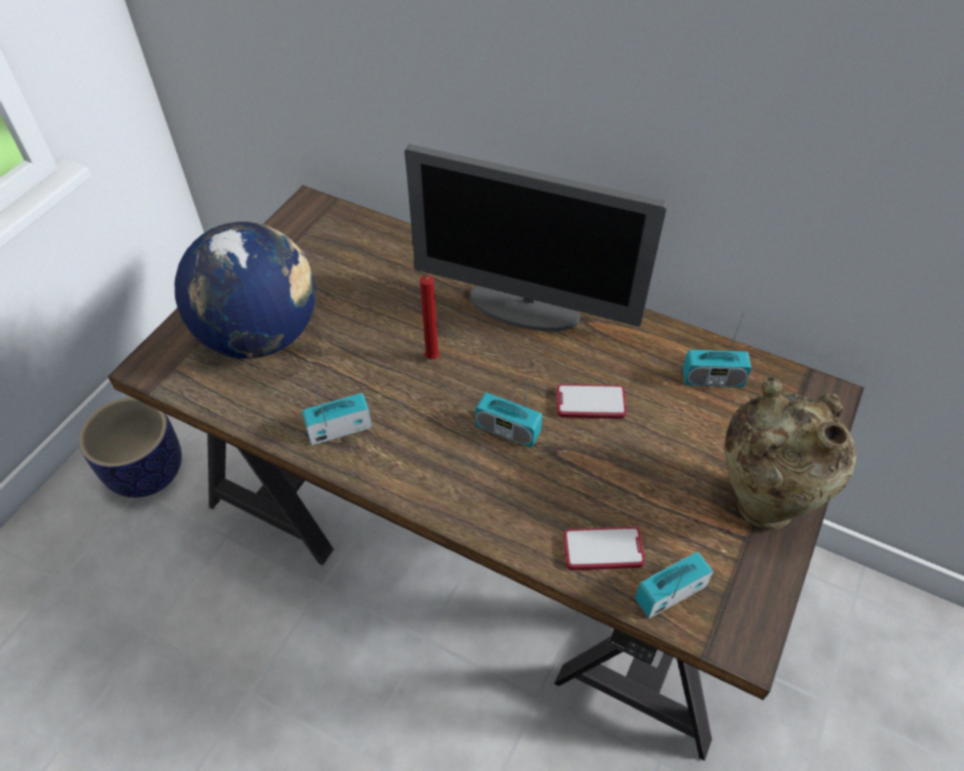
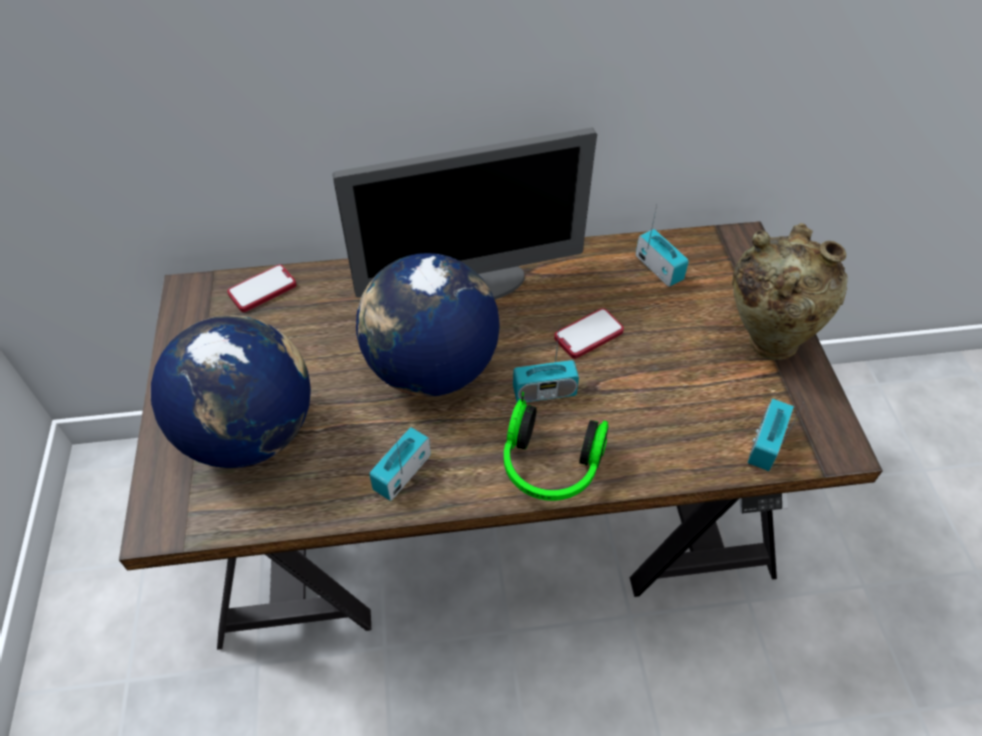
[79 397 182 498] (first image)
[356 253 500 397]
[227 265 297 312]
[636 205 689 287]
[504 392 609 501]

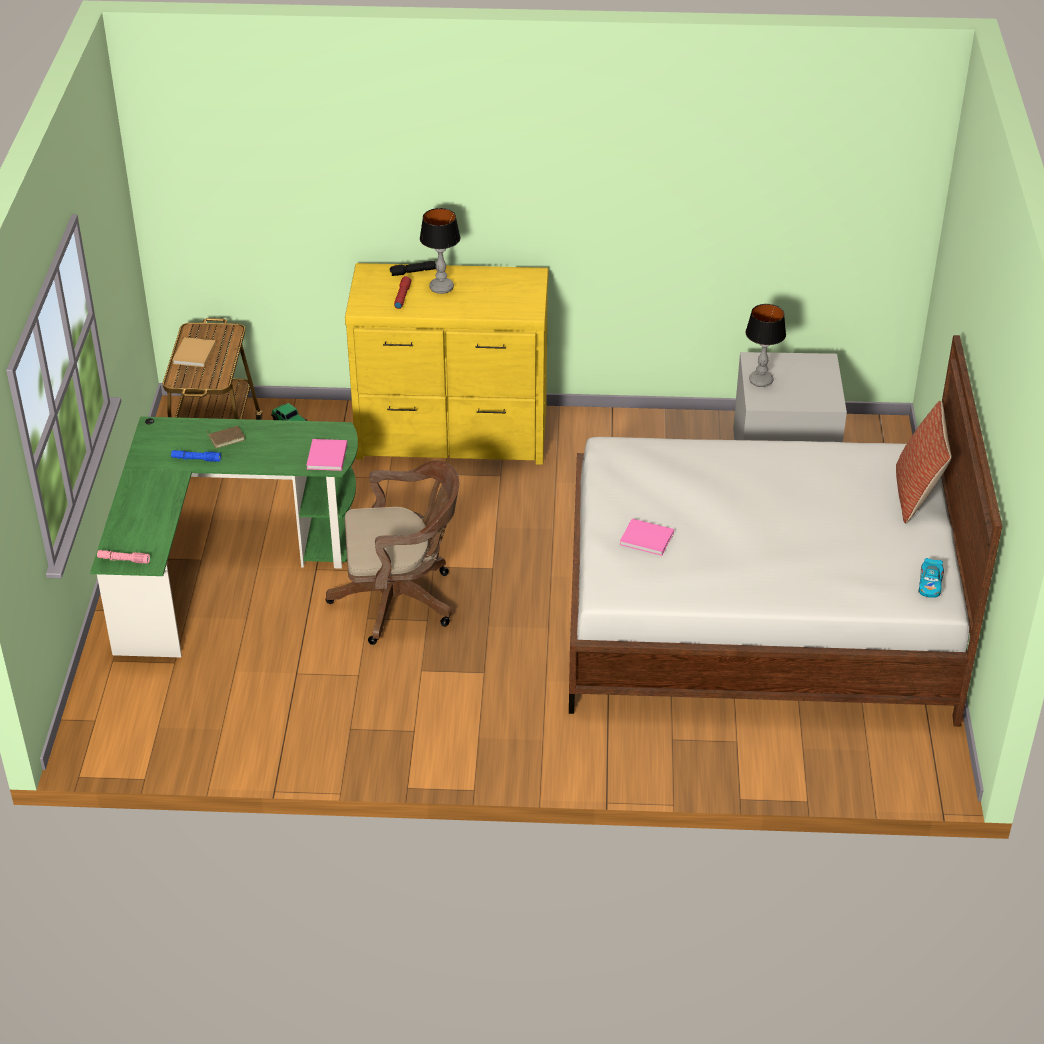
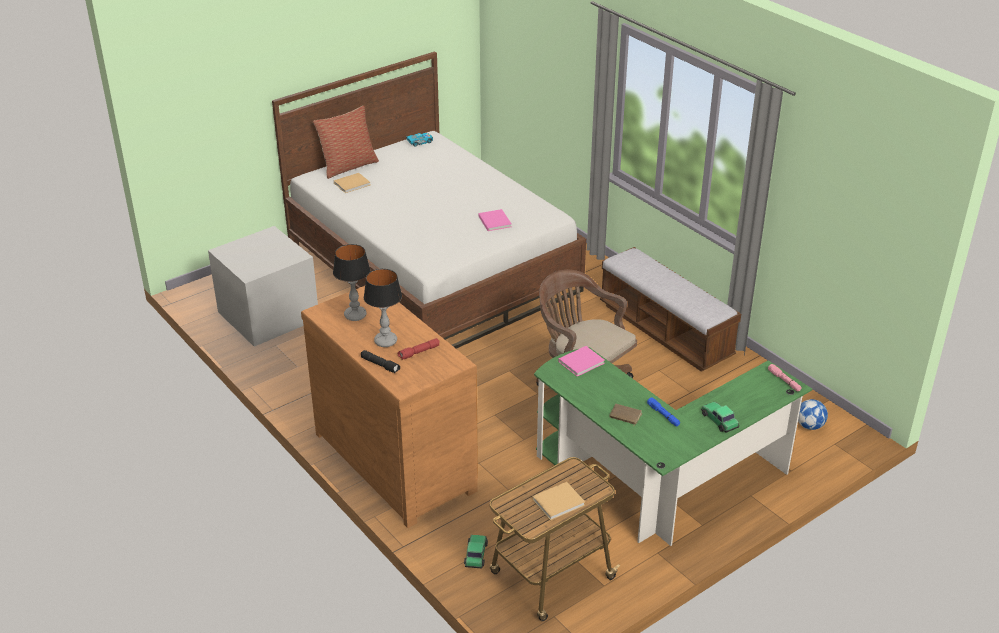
[301 286 478 528]
[333 244 370 321]
[334 173 370 193]
[600 247 741 372]
[701 402 739 433]
[798 399 828 430]

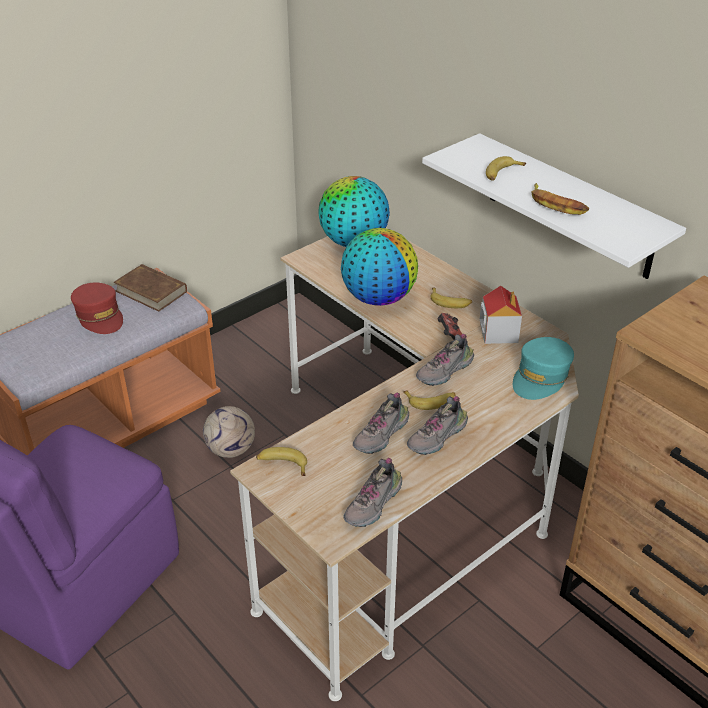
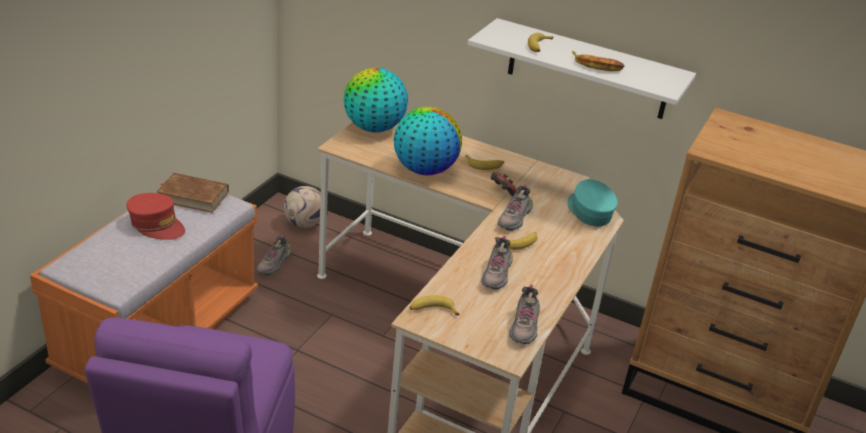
[284 186 321 228]
[256 235 292 275]
[480 286 522 344] (first image)
[568 179 618 226]

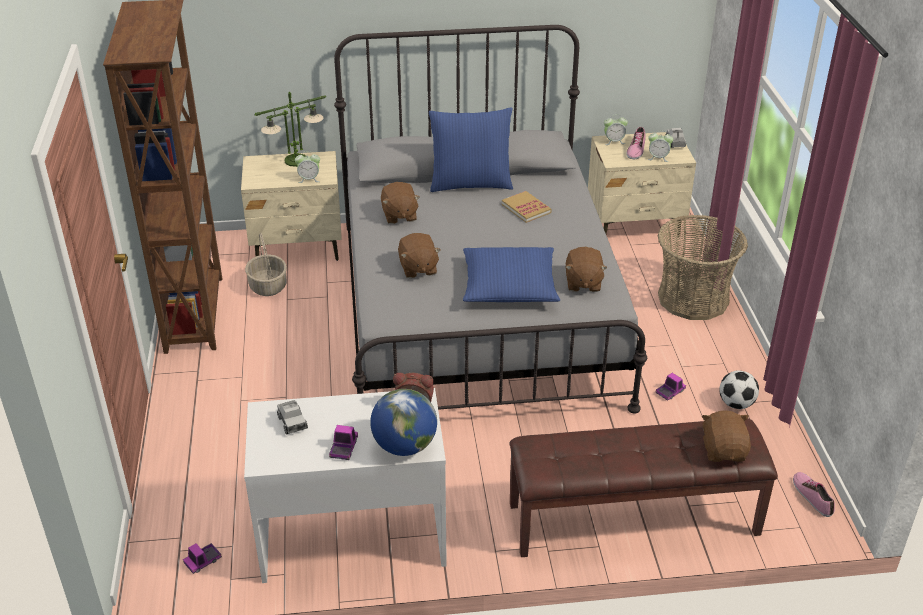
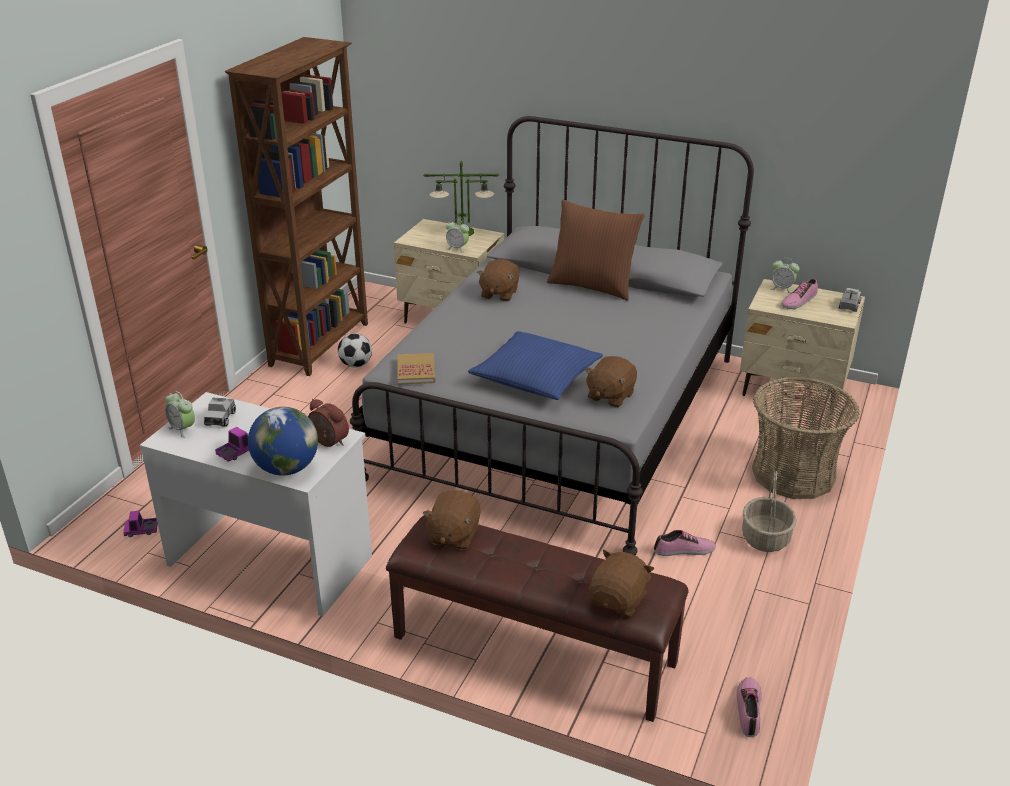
[742 471 796 552]
[423 490 481 550]
[547 200 645 301]
[397 353 435 385]
[165 391 195 438]
[654 530 716 556]
[338 333 372 368]

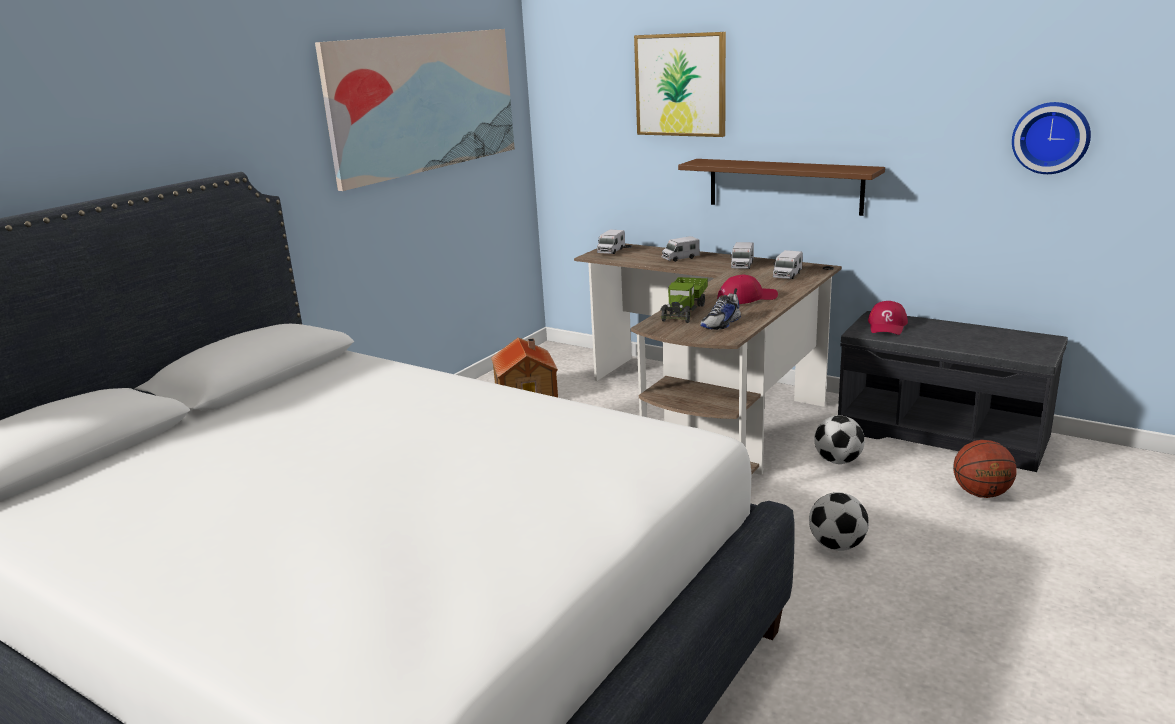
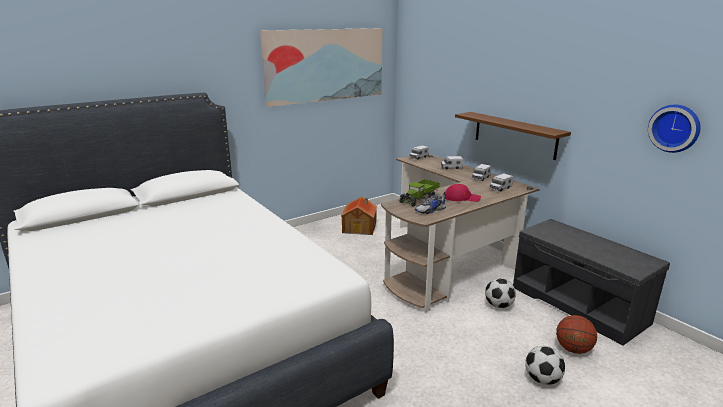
[634 32 726 137] (first image)
[525 346 565 385]
[868 301 908 335] (first image)

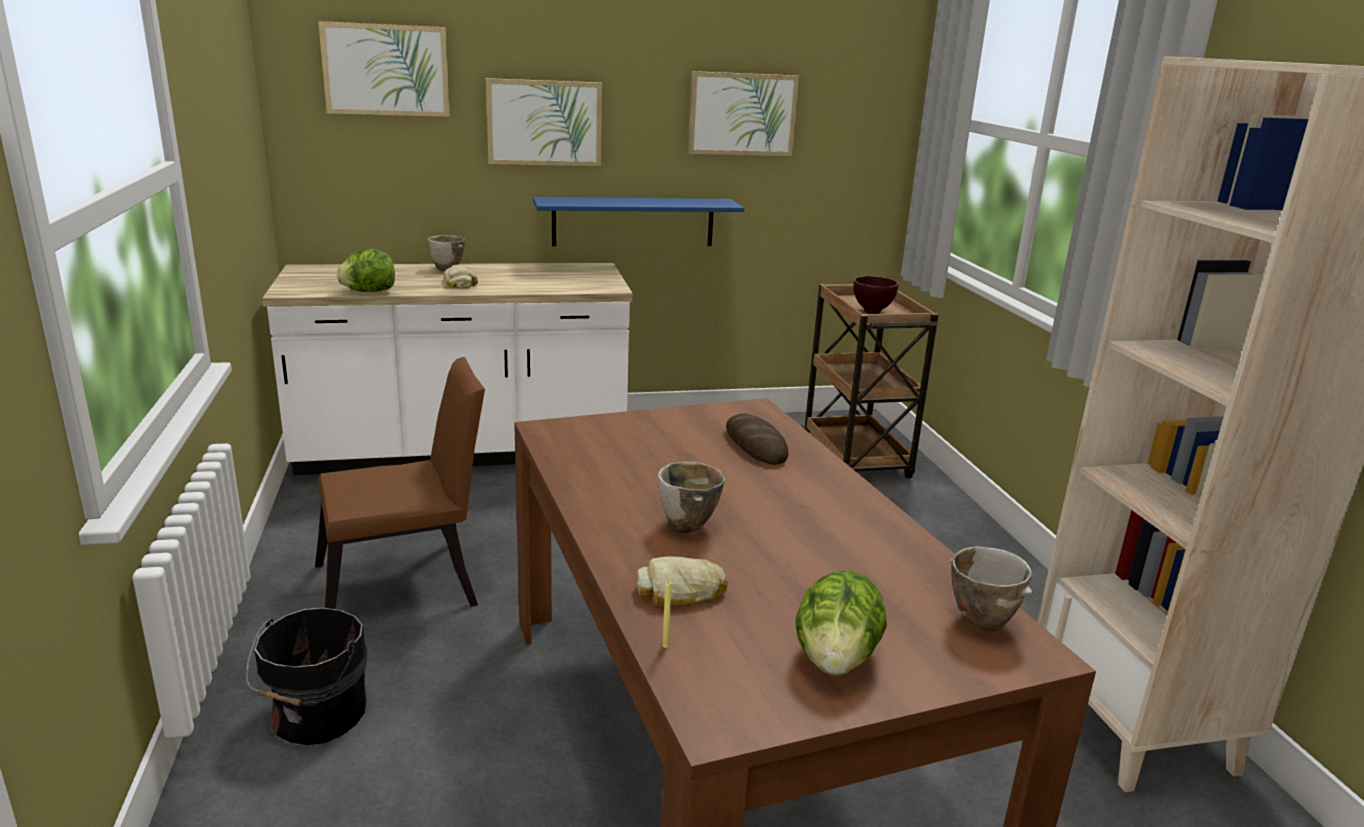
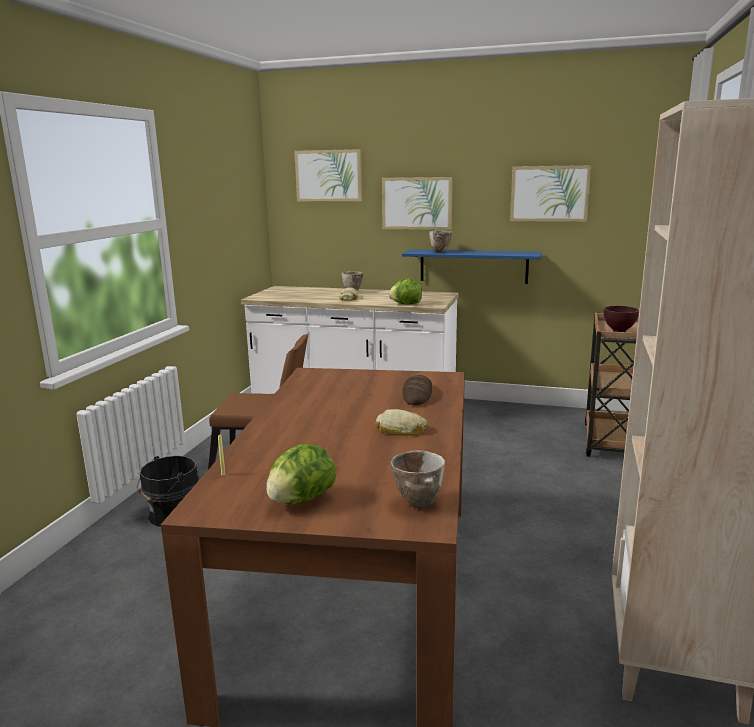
[389 278 422 305]
[376 409 427 434]
[429 230 452 252]

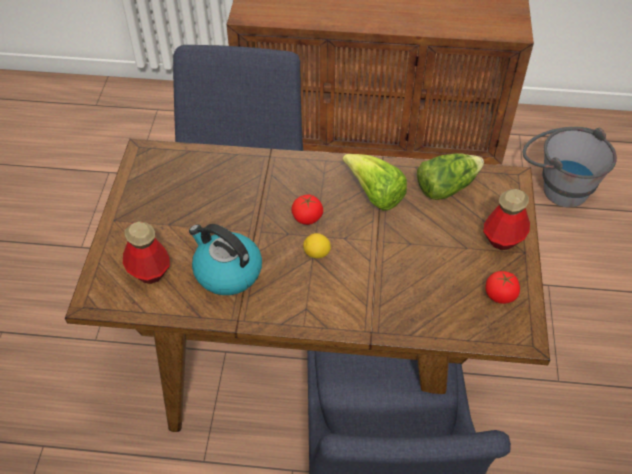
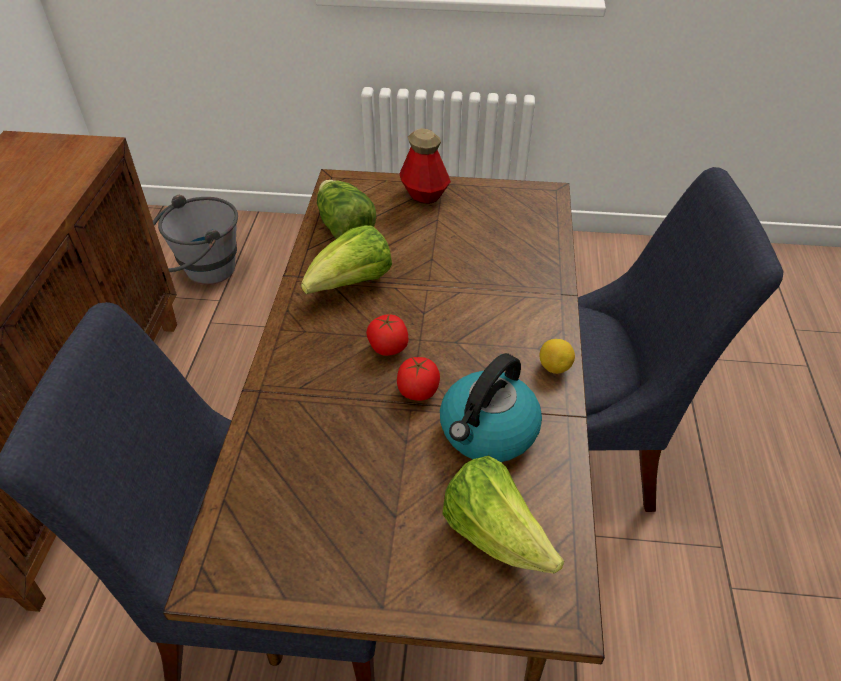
[442 455 564 573]
[540 339 575 374]
[397 357 440 401]

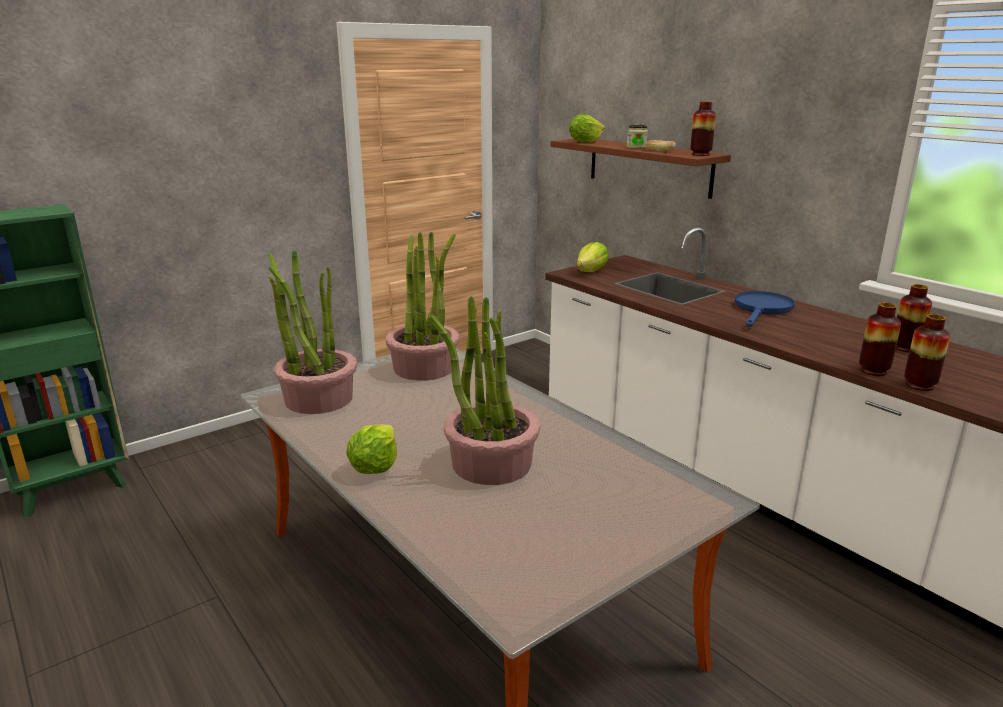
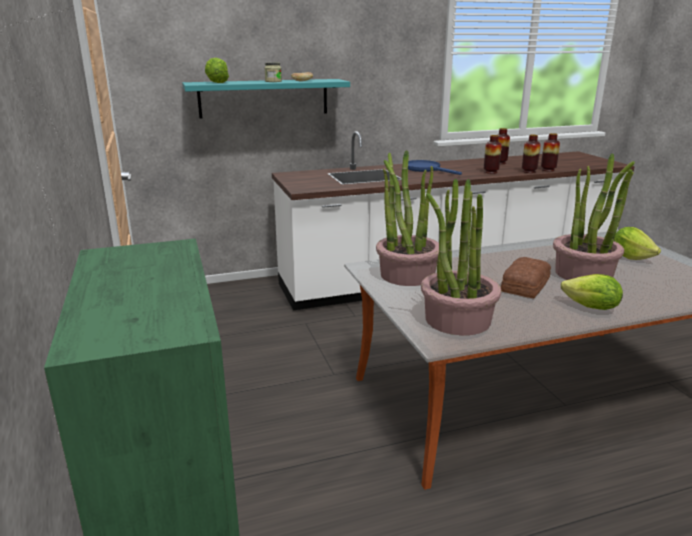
[182 79 350 119]
[614 227 661 260]
[484 135 502 174]
[501 257 551 298]

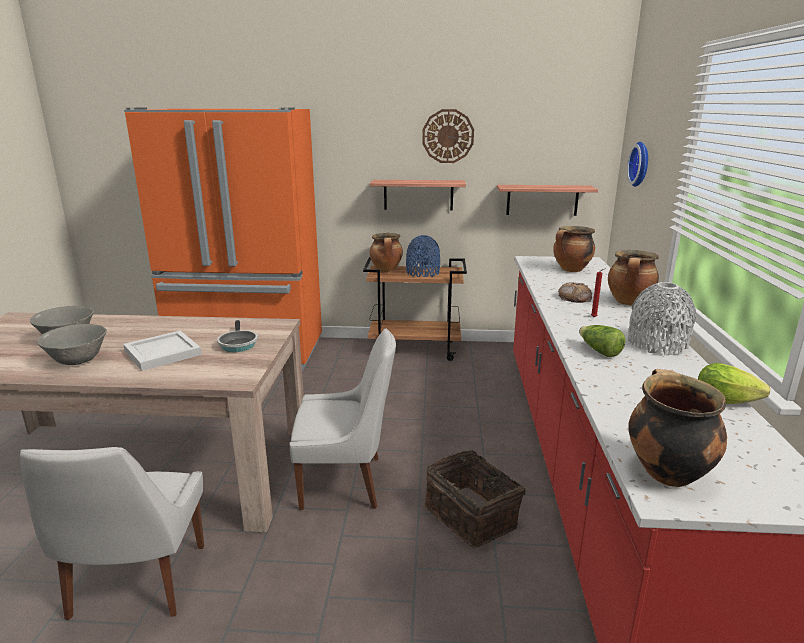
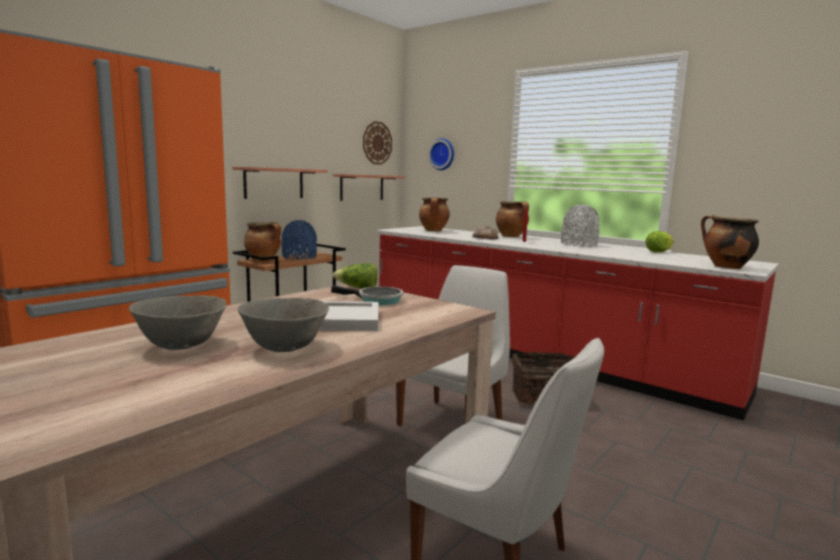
[363 121 392 165]
[333 263 378 289]

